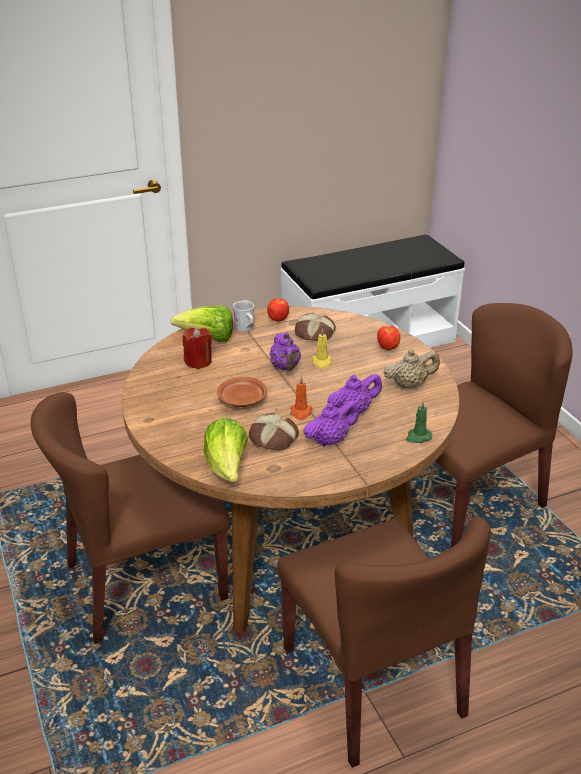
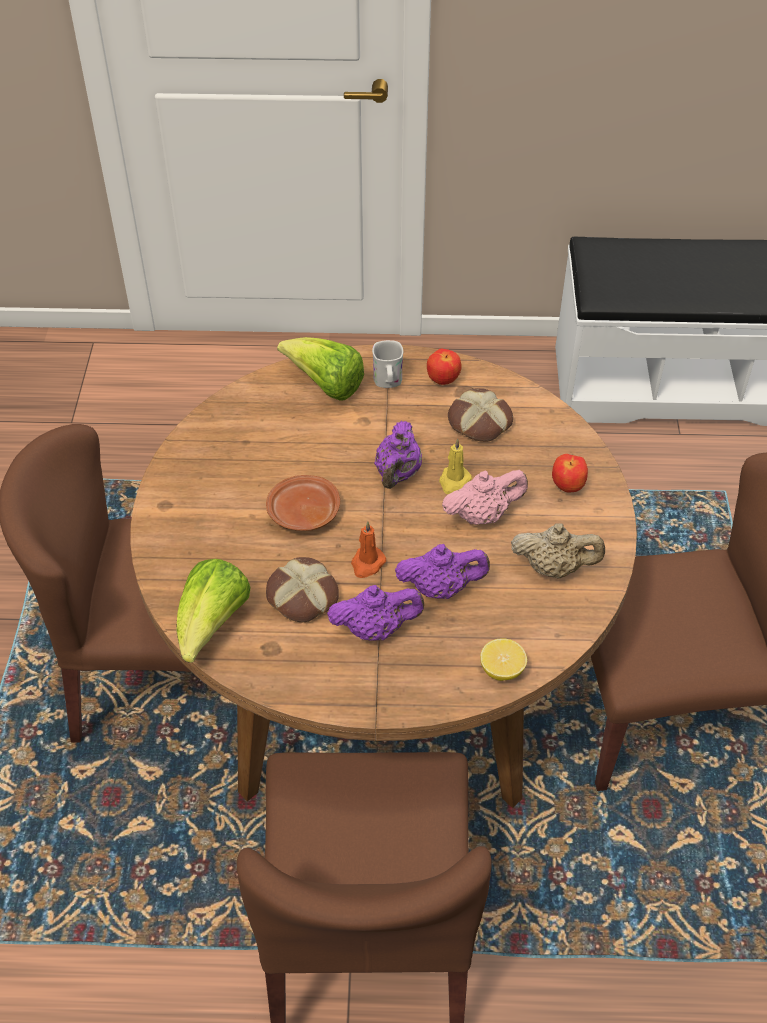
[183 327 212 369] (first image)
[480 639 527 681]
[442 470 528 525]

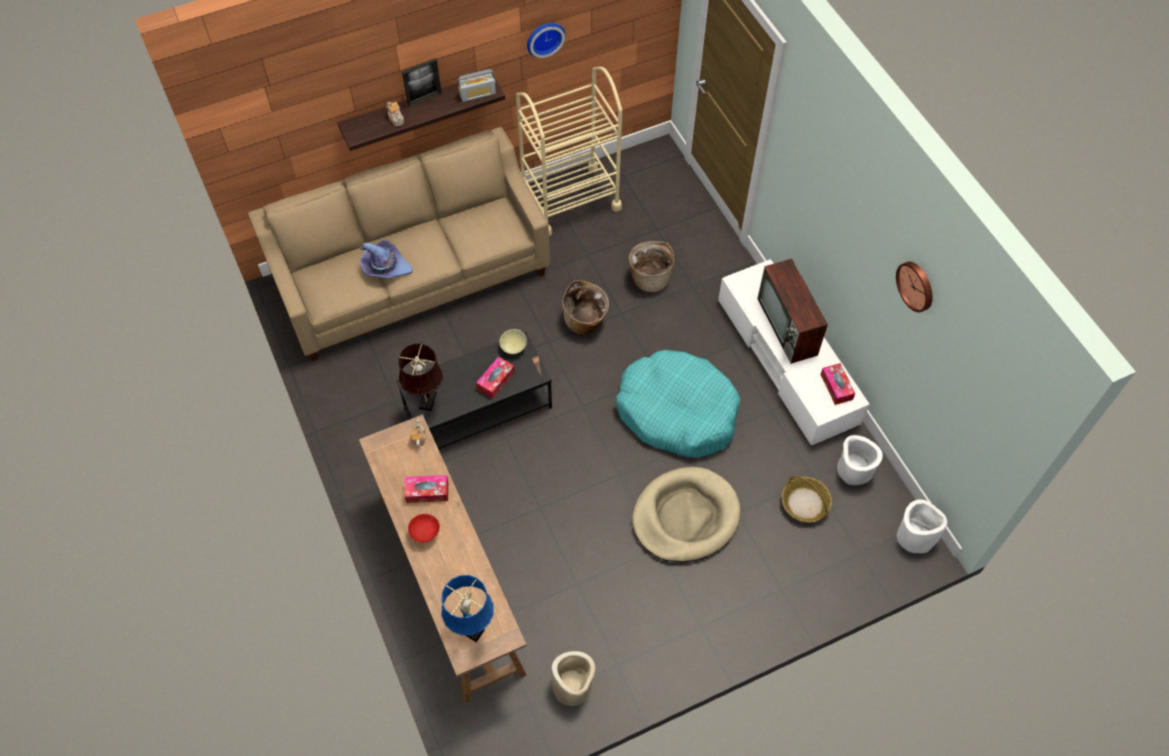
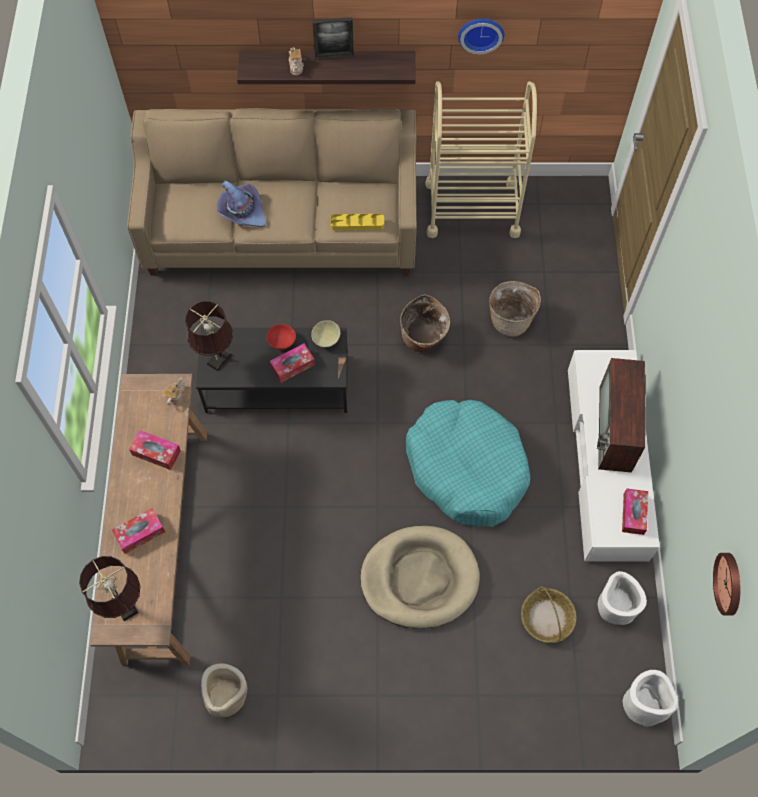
[267 324 296 350]
[79 556 140 621]
[458 69 496 102] (first image)
[713 553 740 616]
[112 508 165 554]
[330 214 384 231]

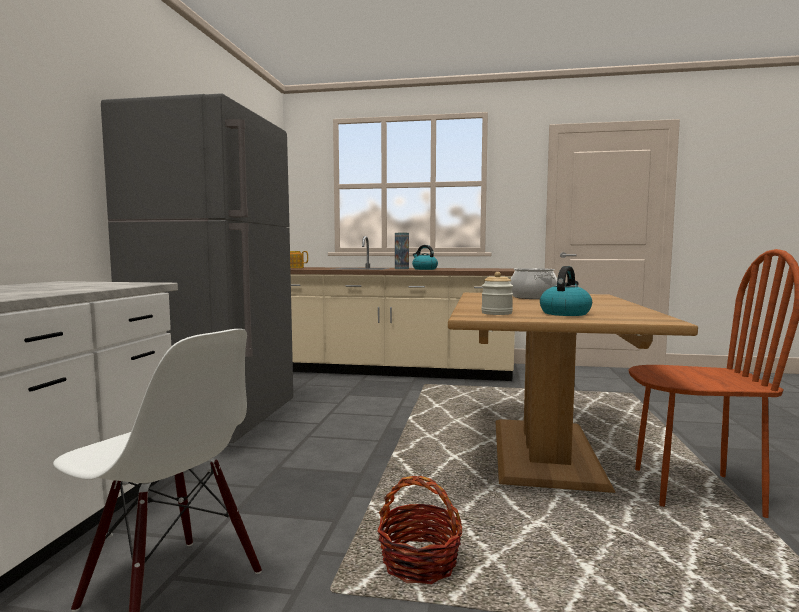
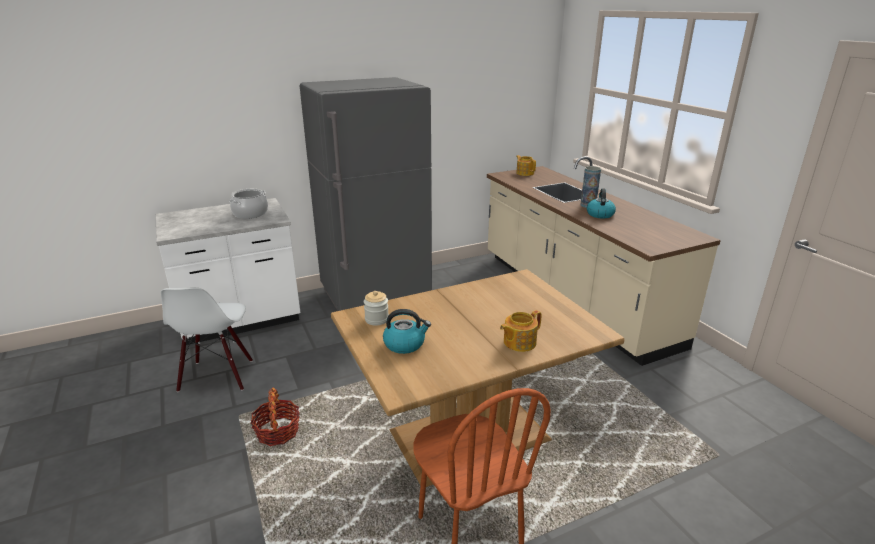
[229 189 268 219]
[500 310 542 352]

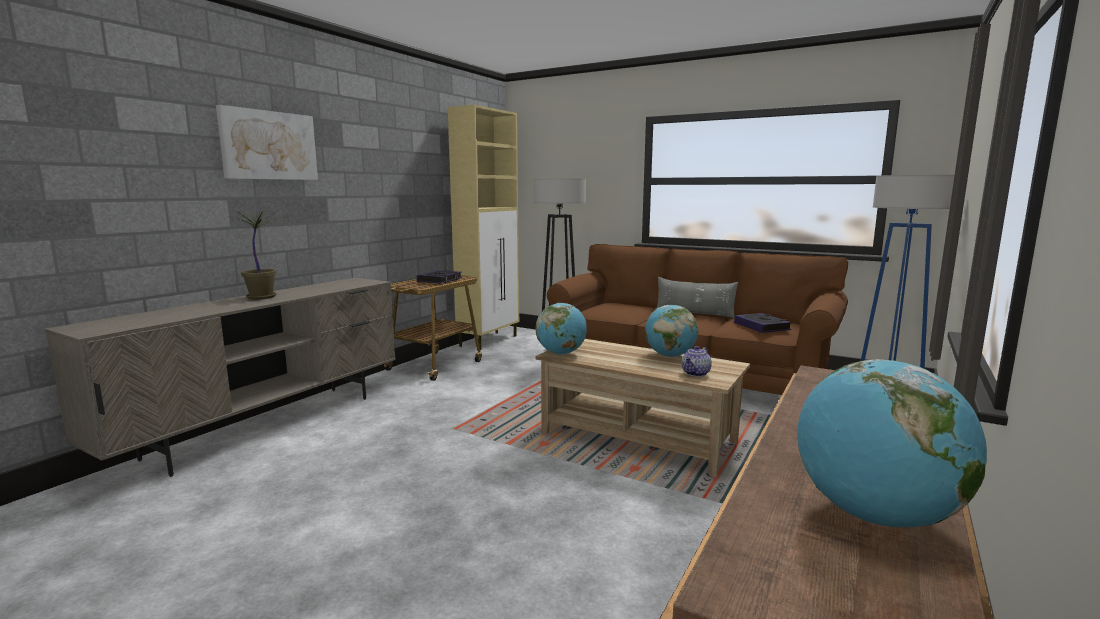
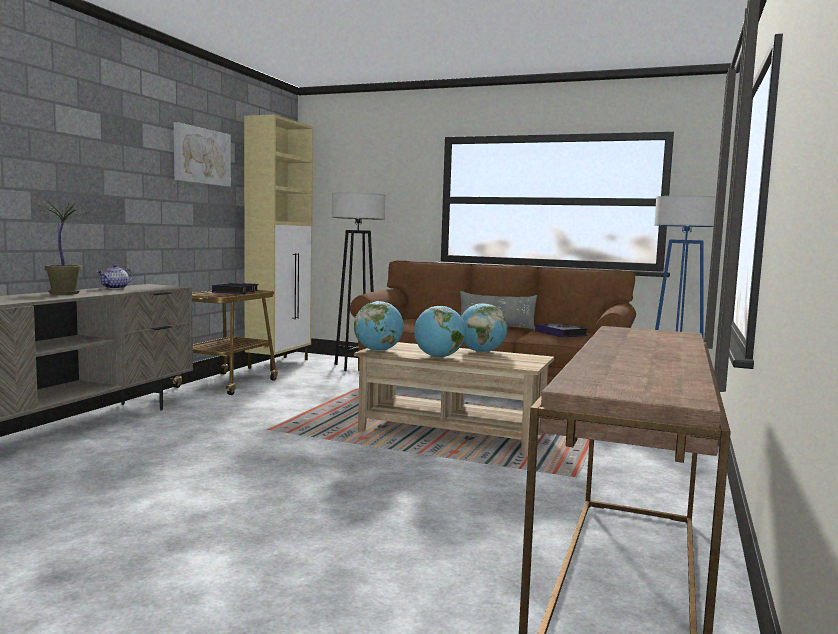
[174 122 231 187]
[97 264 133 289]
[414 306 465 358]

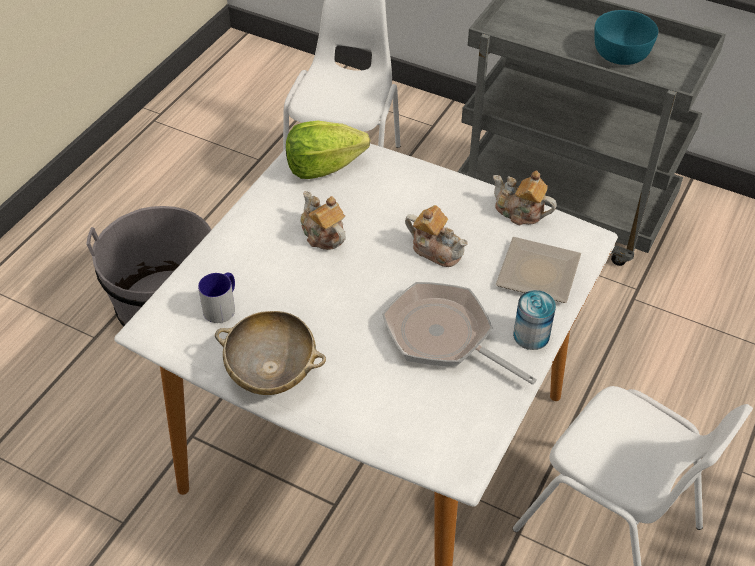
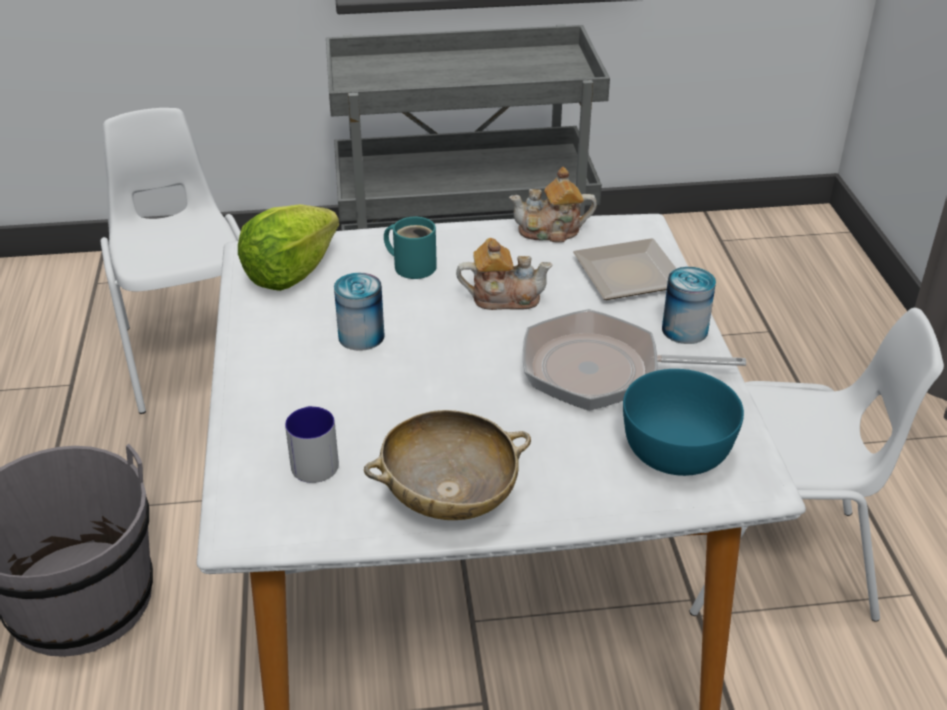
[334 273 385 351]
[623 369 744 476]
[384 217 437 279]

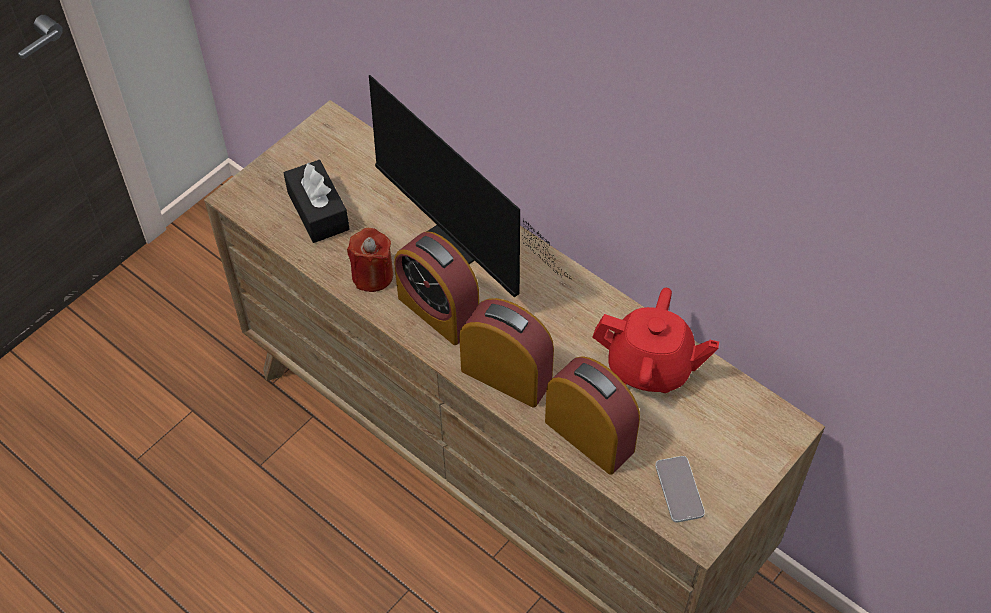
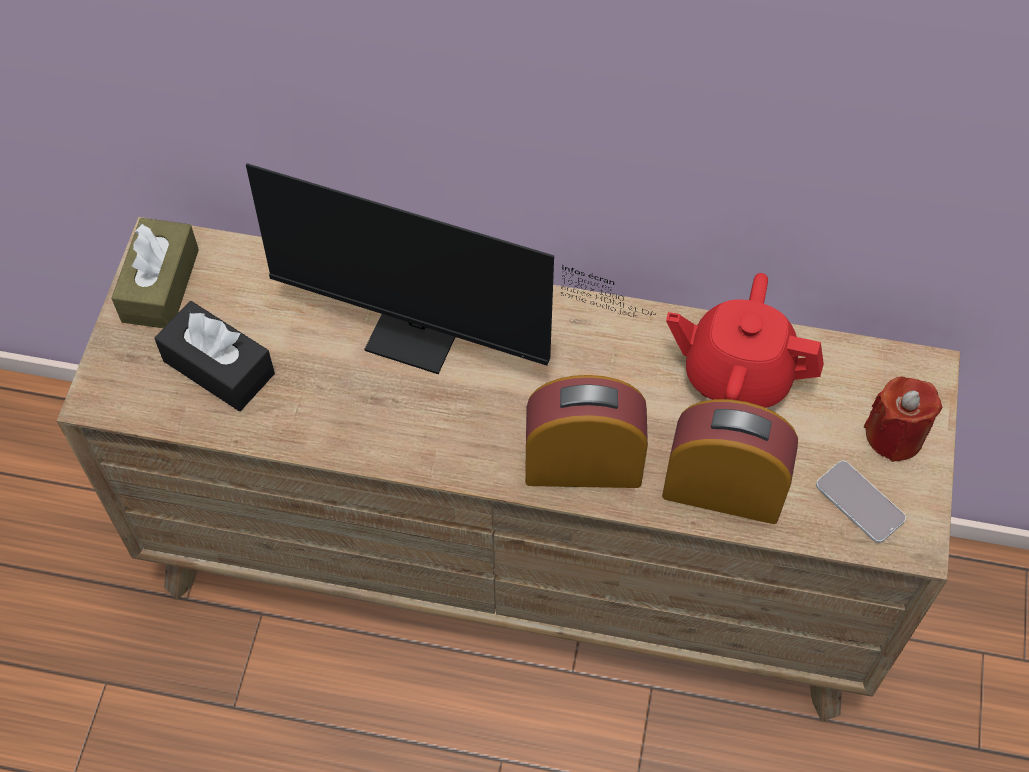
[864 377 942 462]
[394 231 479 345] (first image)
[666 273 824 408]
[111 218 199 328]

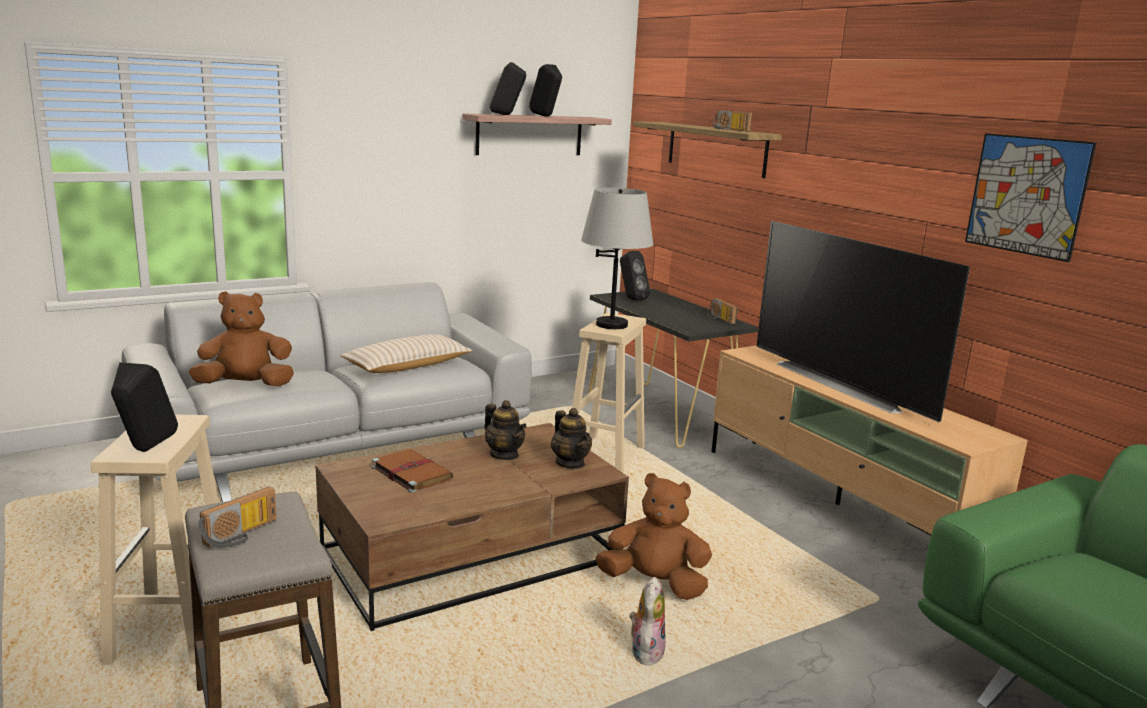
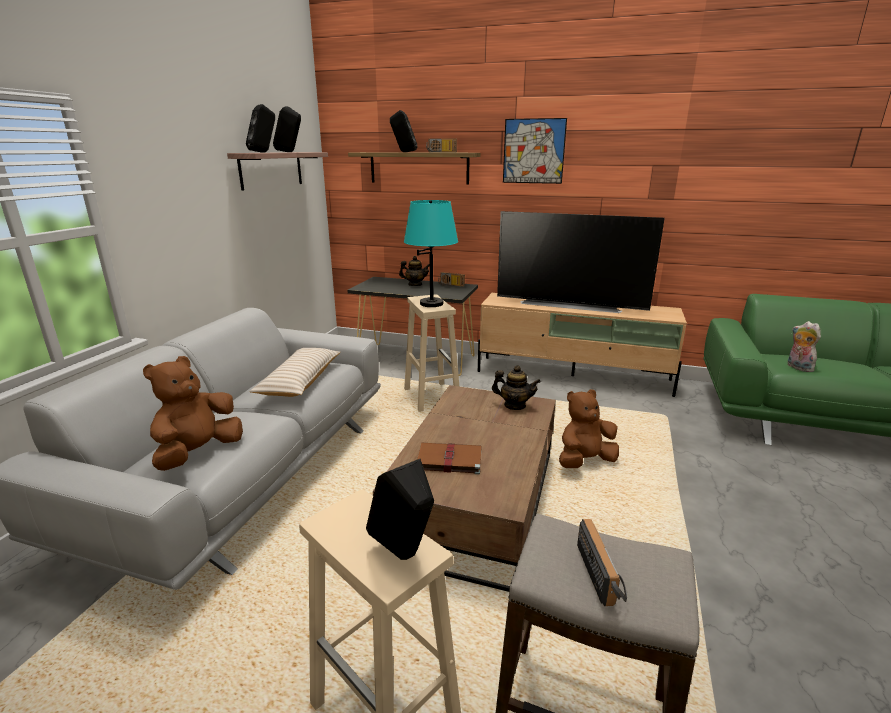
[399 256 430 286]
[404 200 458 307]
[390 110 417 152]
[788 321 821 372]
[503 118 567 184]

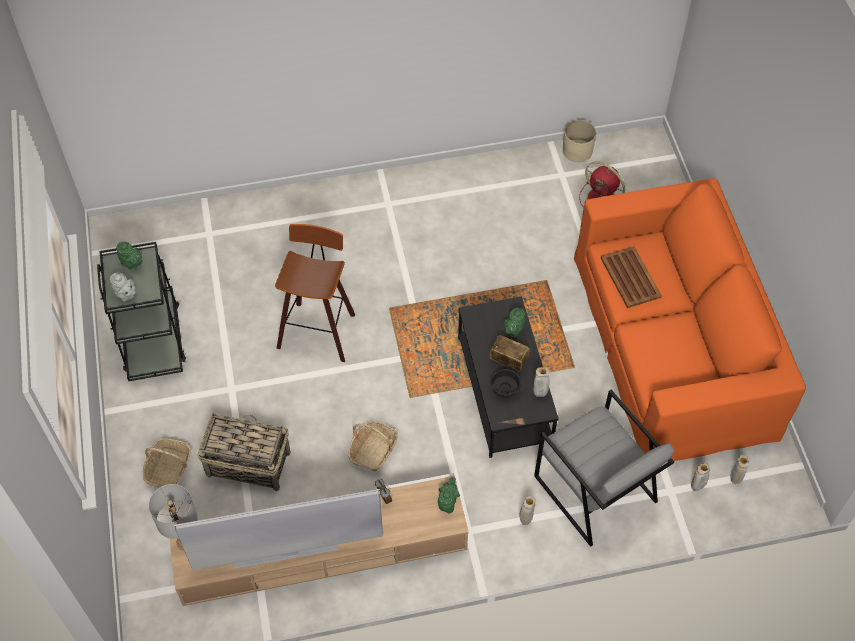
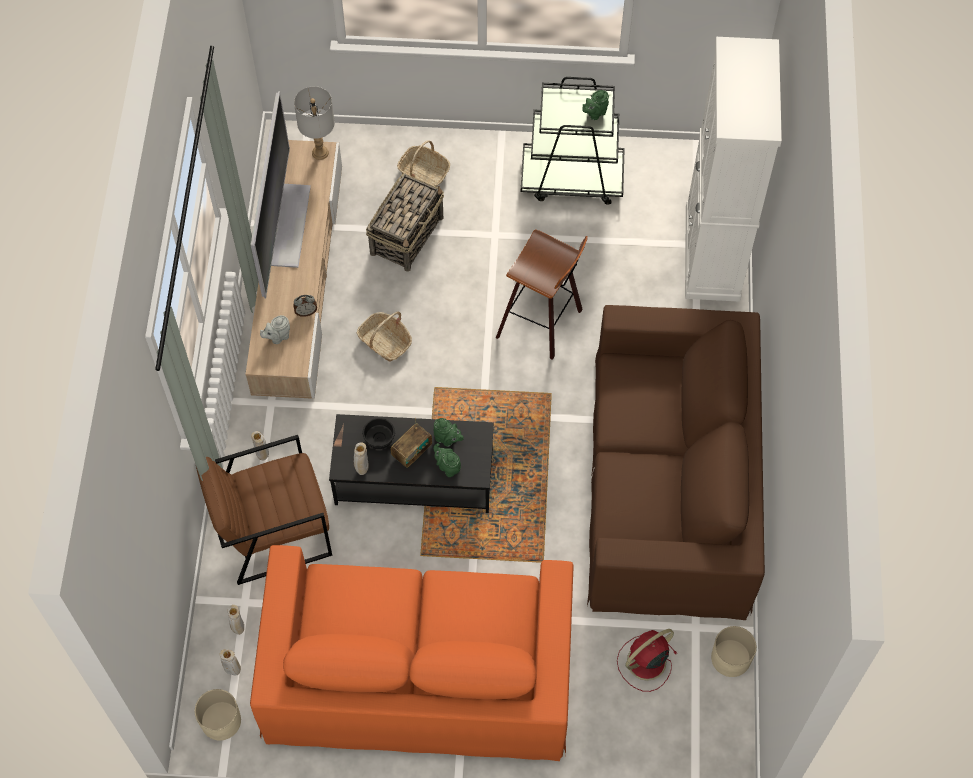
[260 315 290 344]
[434 418 464 447]
[196 435 332 585]
[601 246 662 308] (first image)
[195 689 241 740]
[587 305 765 620]
[685 37 782 302]

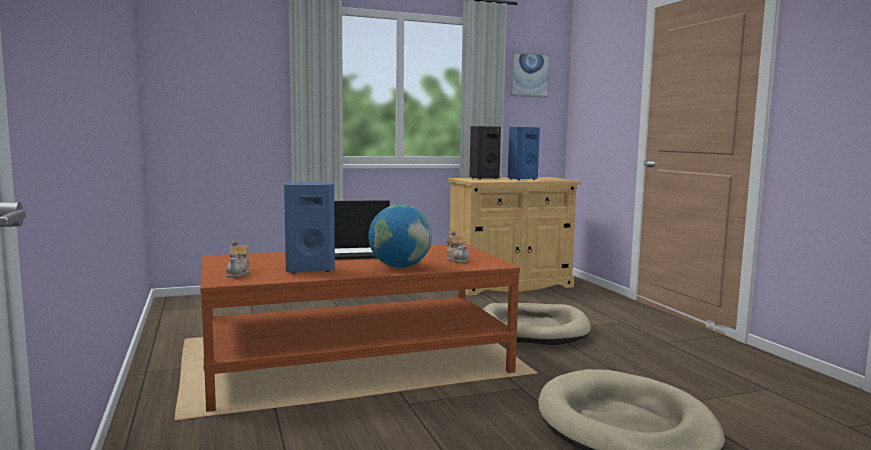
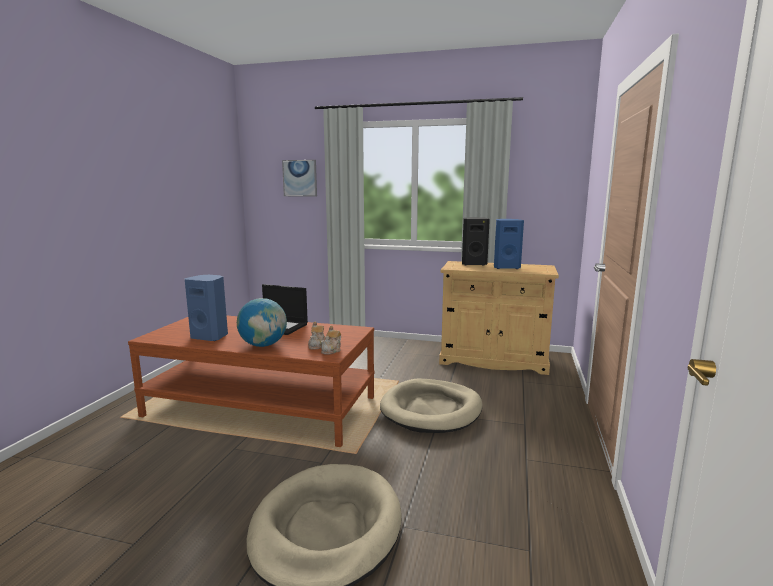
[321 326 341 355]
[282 160 317 197]

